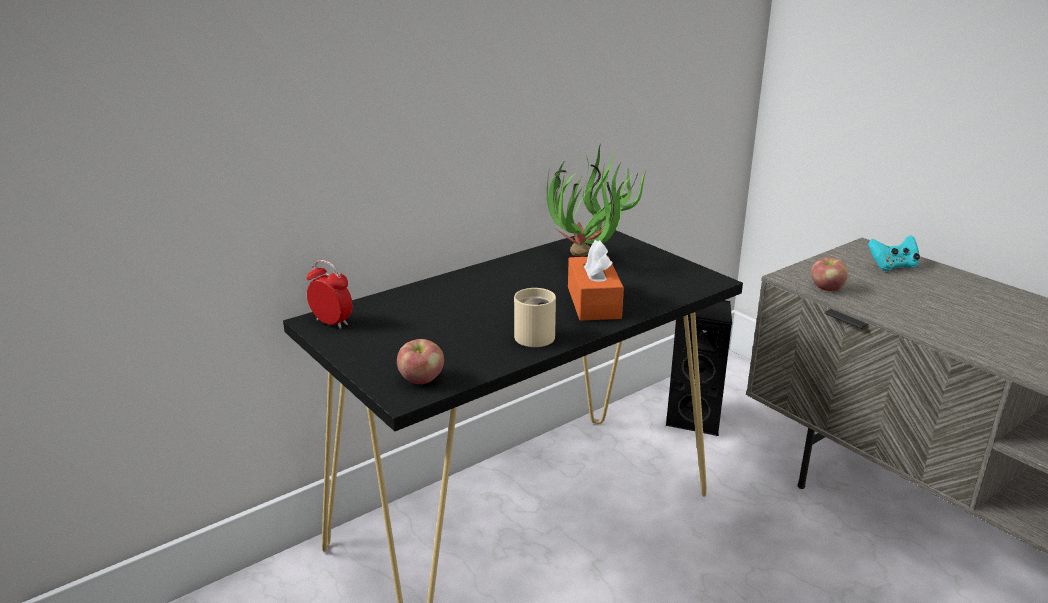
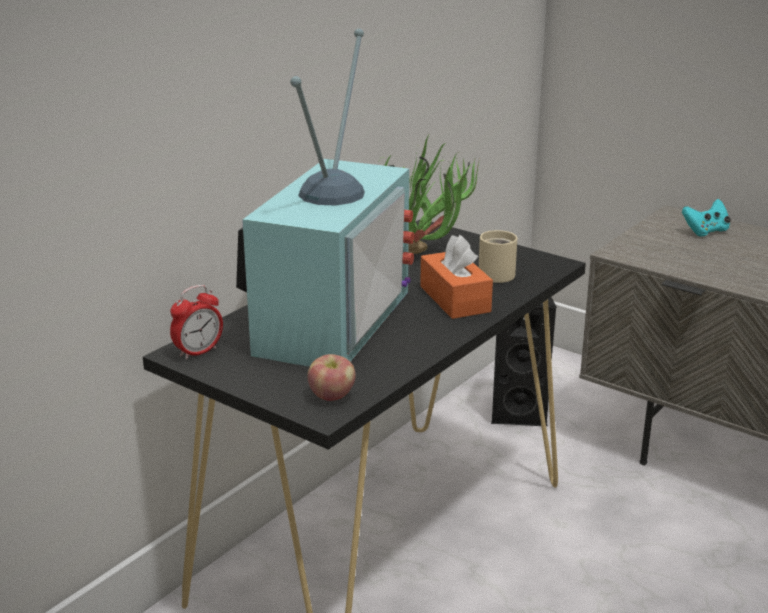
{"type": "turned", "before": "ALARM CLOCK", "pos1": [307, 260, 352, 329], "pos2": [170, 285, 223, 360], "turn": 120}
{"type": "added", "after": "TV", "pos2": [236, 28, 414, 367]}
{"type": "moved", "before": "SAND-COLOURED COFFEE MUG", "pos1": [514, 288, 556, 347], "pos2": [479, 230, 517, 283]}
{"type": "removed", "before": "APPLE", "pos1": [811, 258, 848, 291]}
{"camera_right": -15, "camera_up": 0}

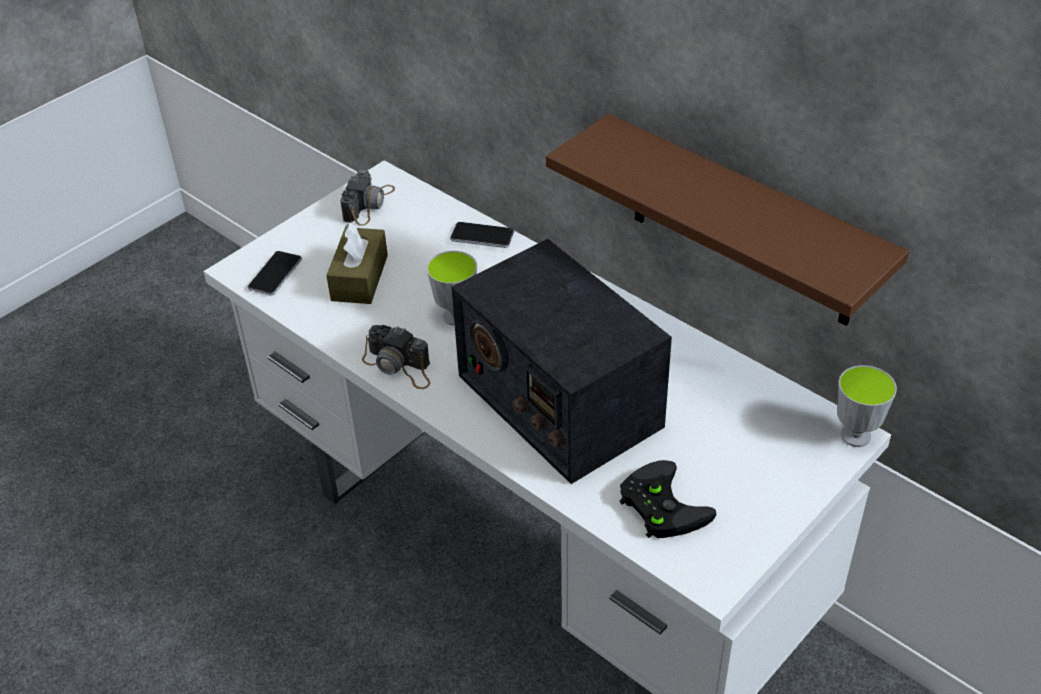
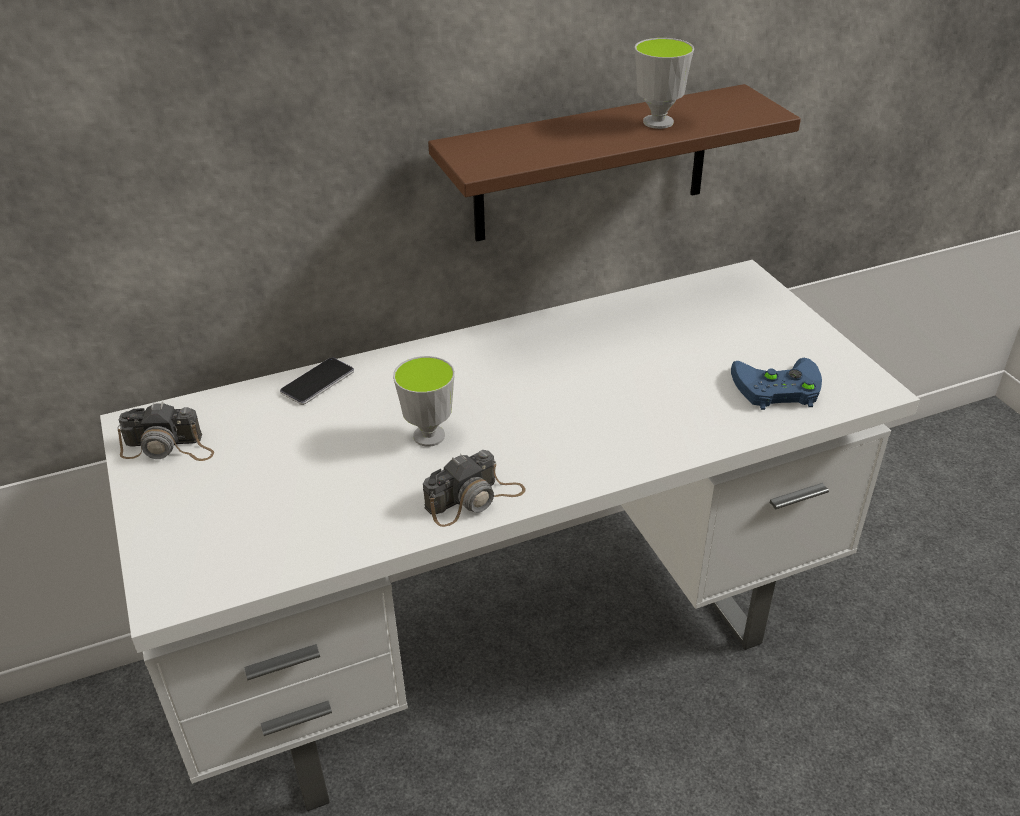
{"type": "turned", "before": "STILL CAMERA", "pos1": [340, 169, 395, 226], "pos2": [117, 402, 214, 461], "turn": 135}
{"type": "moved", "before": "DRINKING CUP", "pos1": [837, 365, 897, 447], "pos2": [635, 38, 694, 129]}
{"type": "recoloured", "before": "BLACK-COLOURED JOYPAD", "after": "BLUE-COLOURED JOYPAD", "pos1": [620, 460, 716, 538], "pos2": [731, 358, 822, 410]}
{"type": "removed", "before": "PHONE", "pos1": [247, 251, 302, 296]}
{"type": "removed", "before": "BROWN TISSUE HOLDER", "pos1": [326, 223, 388, 304]}
{"type": "removed", "before": "RADIO", "pos1": [451, 239, 672, 484]}
{"camera_right": -65, "camera_up": -5}

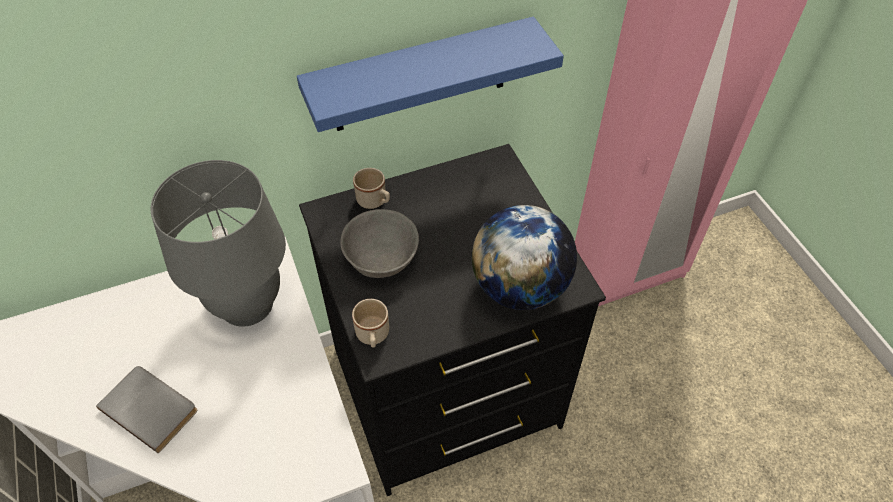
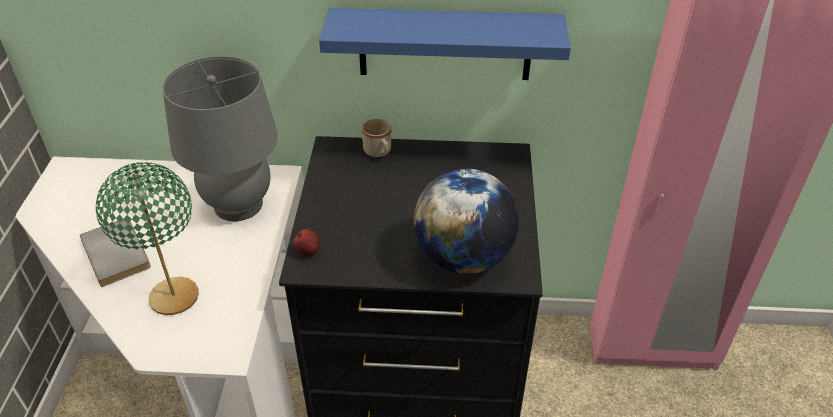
{"type": "added", "after": "GREENISH TABLE LAMP", "pos2": [96, 162, 199, 315]}
{"type": "replaced", "before": "SAND-COLOURED COFFEE MUG", "after": "APPLE", "pos1": [352, 299, 389, 348], "pos2": [293, 229, 320, 256]}
{"type": "removed", "before": "GRAY DEEP DISH", "pos1": [340, 209, 419, 278]}
{"camera_right": 25, "camera_up": -10}

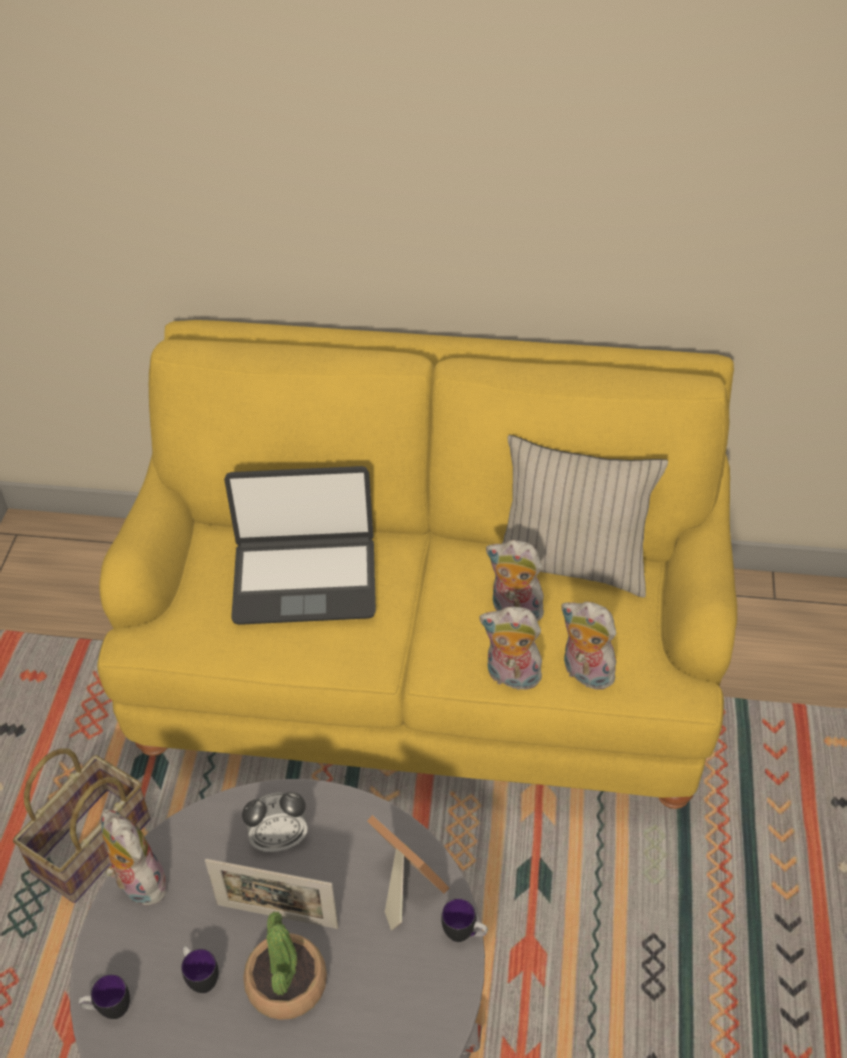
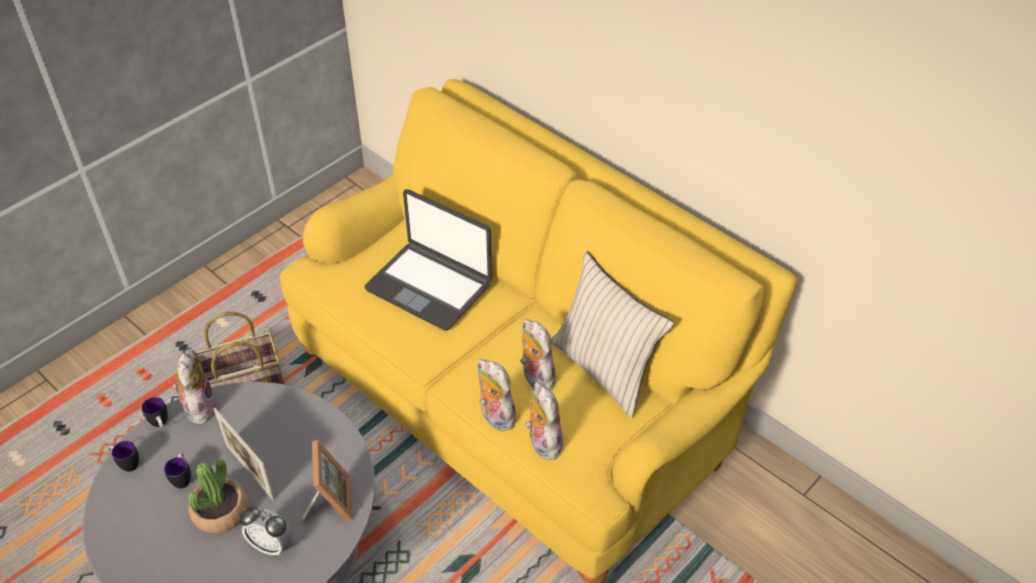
{"type": "moved", "before": "COFFEE MUG", "pos1": [441, 899, 488, 942], "pos2": [142, 397, 168, 428]}
{"type": "moved", "before": "ALARM CLOCK", "pos1": [242, 792, 308, 852], "pos2": [240, 507, 293, 556]}
{"camera_right": 35, "camera_up": 0}

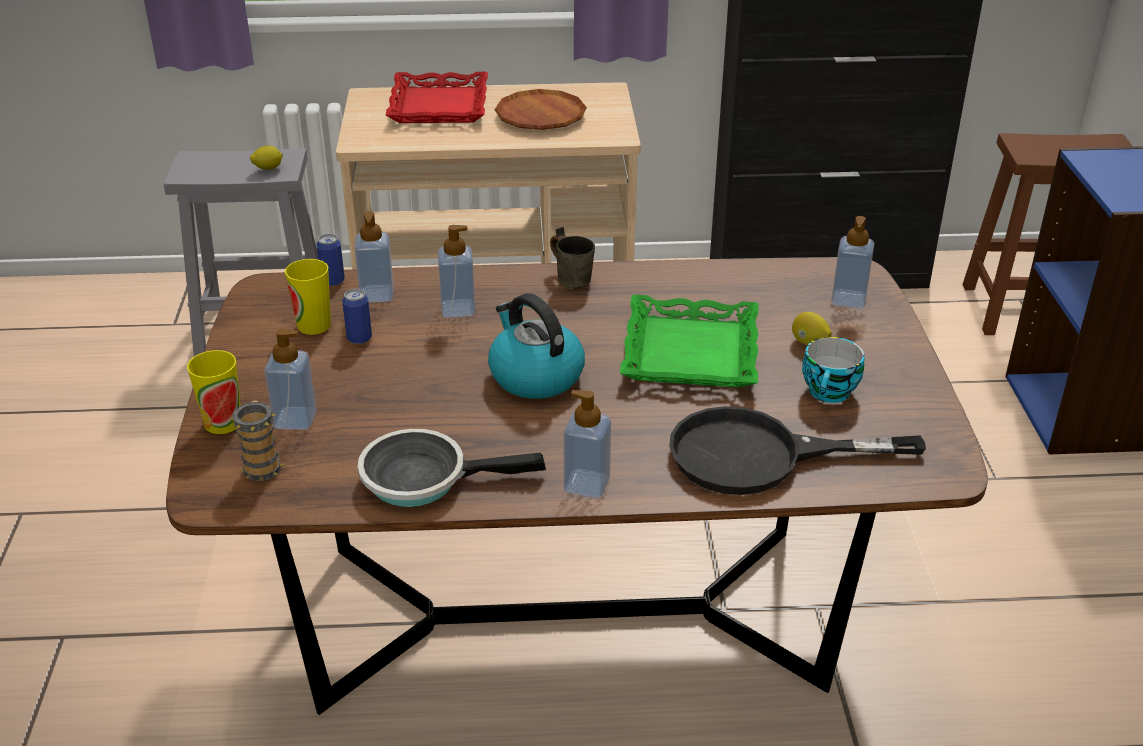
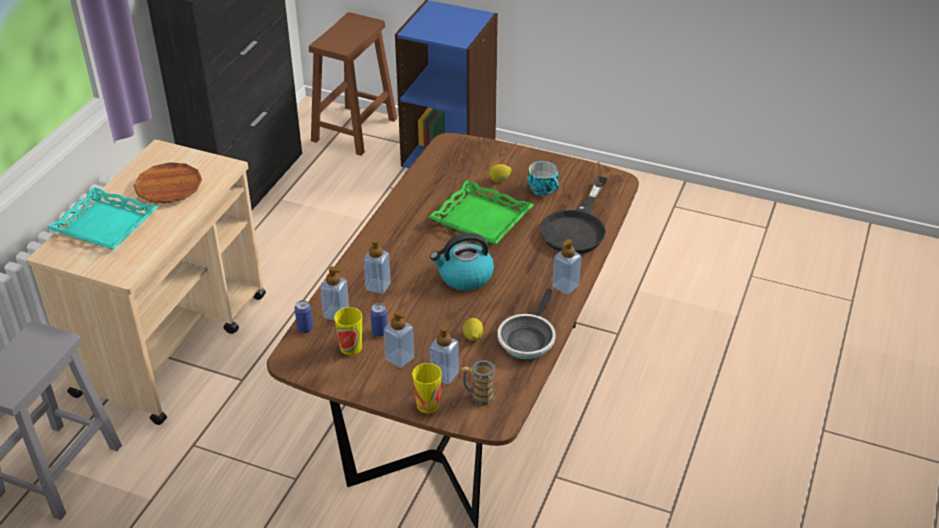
{"type": "recoloured", "before": "RED SERVING TRAY", "after": "TURQUOISE SERVING TRAY", "pos1": [386, 72, 488, 123], "pos2": [47, 187, 159, 250]}
{"type": "moved", "before": "SOAP DISPENSER", "pos1": [831, 216, 874, 309], "pos2": [384, 310, 414, 368]}
{"type": "moved", "before": "LEMON", "pos1": [250, 146, 283, 170], "pos2": [463, 318, 483, 341]}
{"type": "removed", "before": "GRAY COFFEE MUG", "pos1": [550, 227, 595, 289]}
{"camera_right": -65, "camera_up": 5}

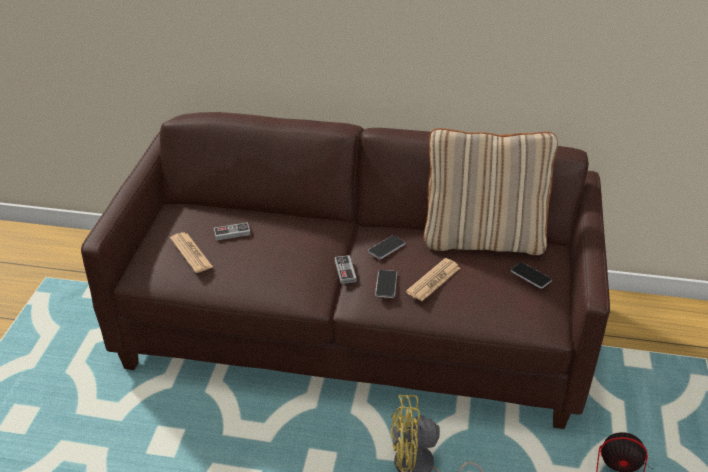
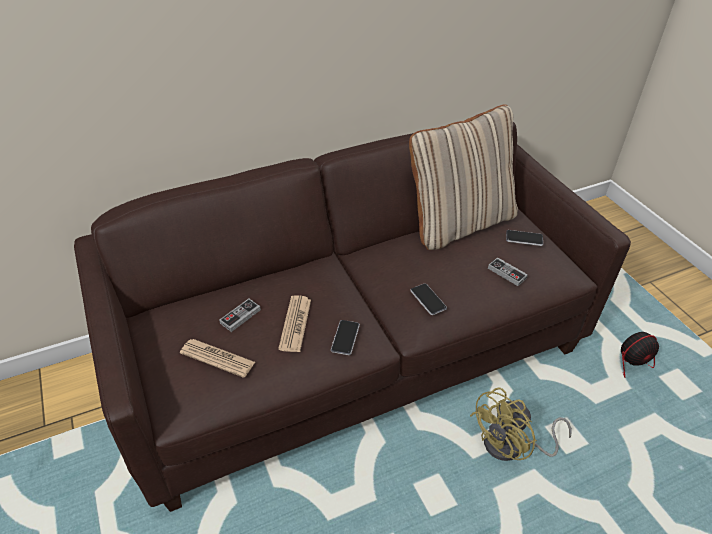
{"type": "moved", "before": "PRINTED PAPER", "pos1": [406, 258, 460, 301], "pos2": [278, 295, 311, 352]}
{"type": "moved", "before": "PHONE", "pos1": [368, 235, 405, 259], "pos2": [331, 320, 360, 355]}
{"type": "moved", "before": "JOYPAD", "pos1": [335, 255, 356, 284], "pos2": [488, 257, 528, 286]}
{"camera_right": -35, "camera_up": 5}

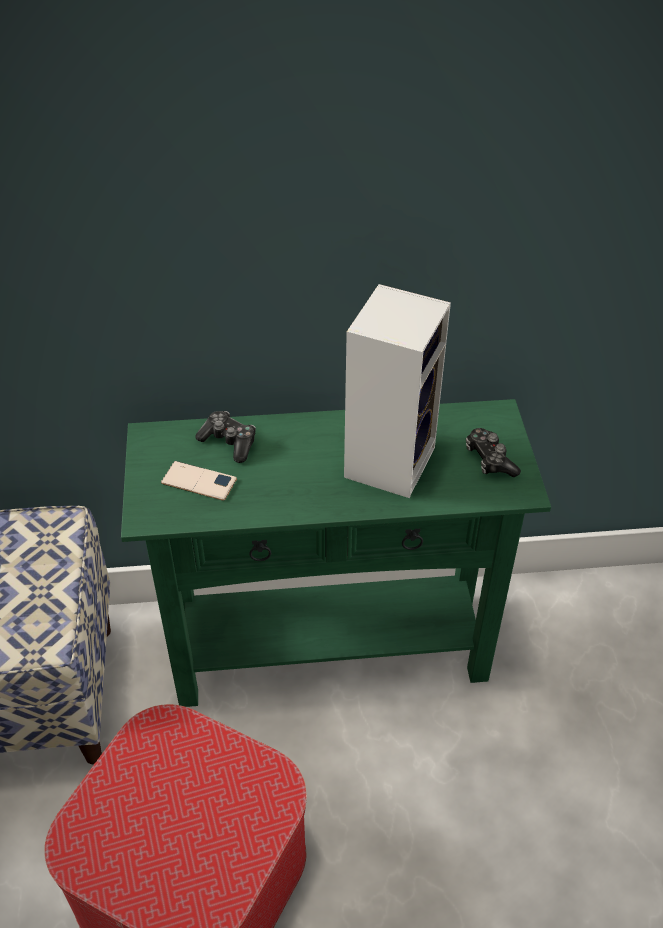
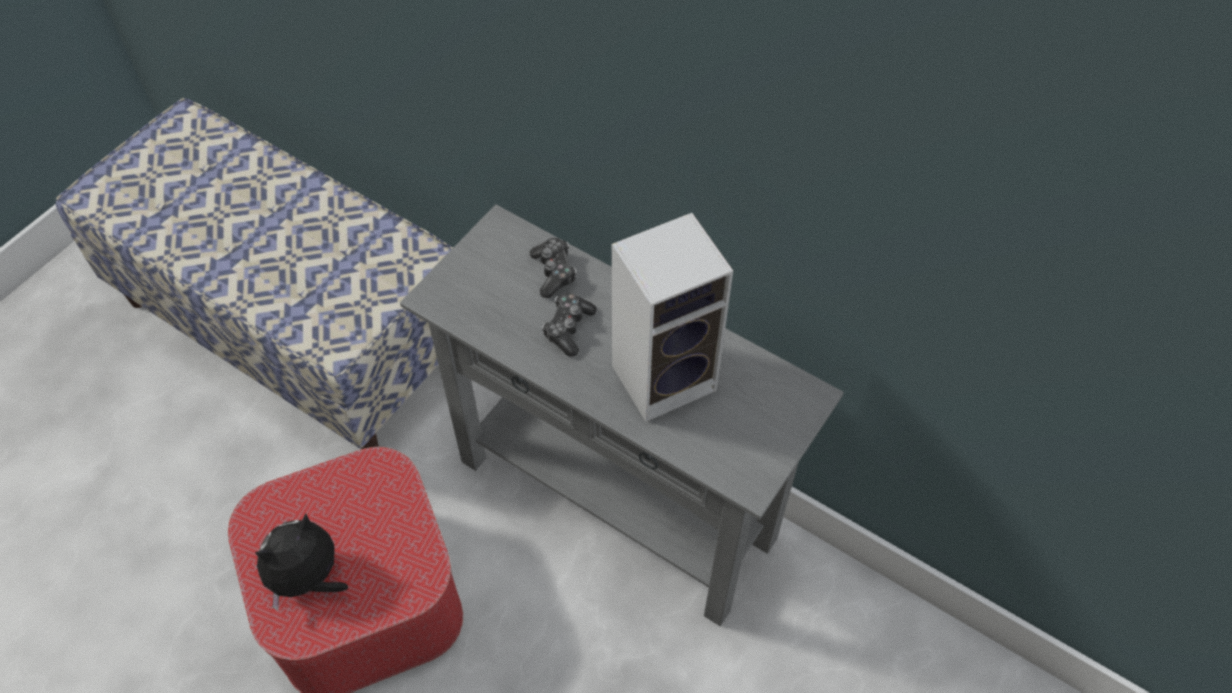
{"type": "added", "after": "SOFT TOY", "pos2": [255, 514, 348, 611]}
{"type": "recoloured", "before": "GREENISH CONSOLE TABLE", "after": "GRAY CONSOLE TABLE", "pos1": [121, 399, 551, 707], "pos2": [400, 204, 844, 626]}
{"type": "moved", "before": "JOYPAD", "pos1": [466, 428, 521, 477], "pos2": [542, 293, 597, 356]}
{"type": "removed", "before": "PHONE", "pos1": [161, 461, 237, 501]}
{"camera_right": 40, "camera_up": 10}

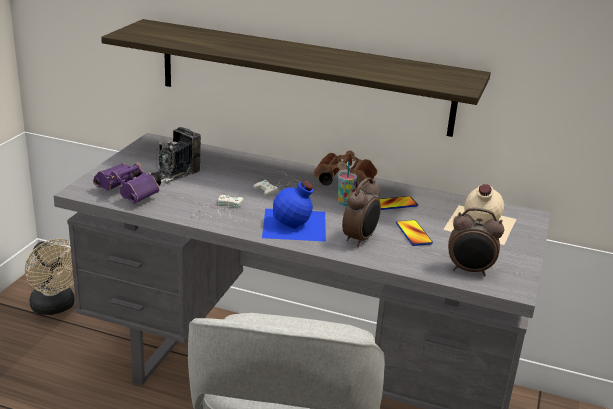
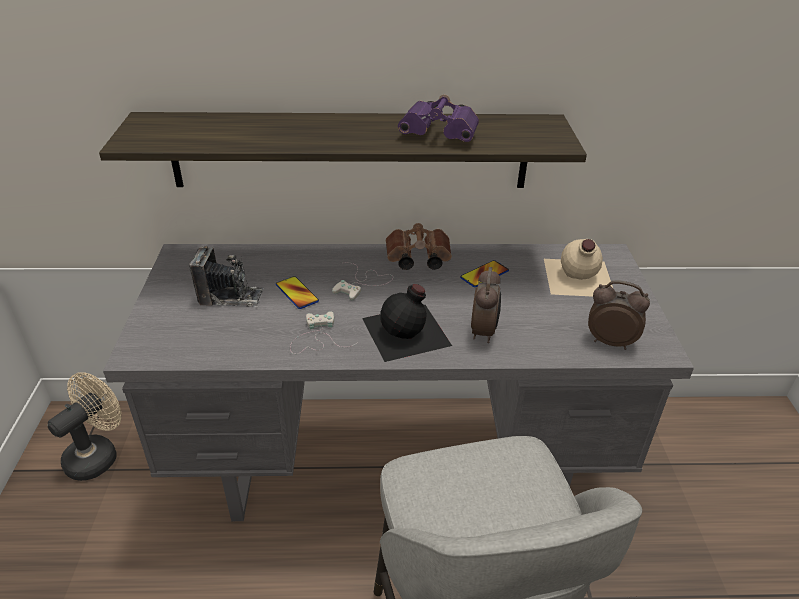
{"type": "turned", "before": "SAND-COLOURED FAN", "pos1": [25, 239, 75, 315], "pos2": [48, 372, 122, 481], "turn": -90}
{"type": "turned", "before": "STILL CAMERA", "pos1": [149, 127, 201, 185], "pos2": [189, 246, 264, 307], "turn": -105}
{"type": "moved", "before": "PHONE", "pos1": [396, 220, 433, 246], "pos2": [276, 276, 319, 309]}
{"type": "recoloured", "before": "BLUE-COLOURED BOTTLE", "after": "BLACK-COLOURED BOTTLE", "pos1": [262, 181, 326, 242], "pos2": [362, 284, 452, 362]}
{"type": "moved", "before": "PURPLE-COLOURED PAIR OF BINOCULARS", "pos1": [93, 162, 161, 203], "pos2": [398, 95, 479, 142]}
{"type": "turned", "before": "ALARM CLOCK", "pos1": [448, 208, 504, 276], "pos2": [588, 280, 650, 350], "turn": -150}
{"type": "removed", "before": "DRINKING CUP", "pos1": [338, 162, 357, 206]}
{"camera_right": -20, "camera_up": 10}

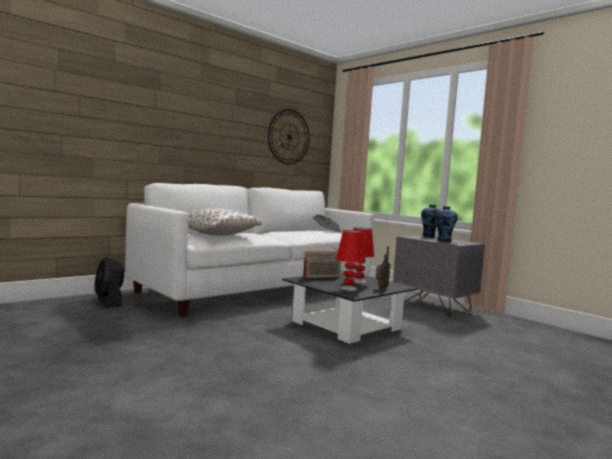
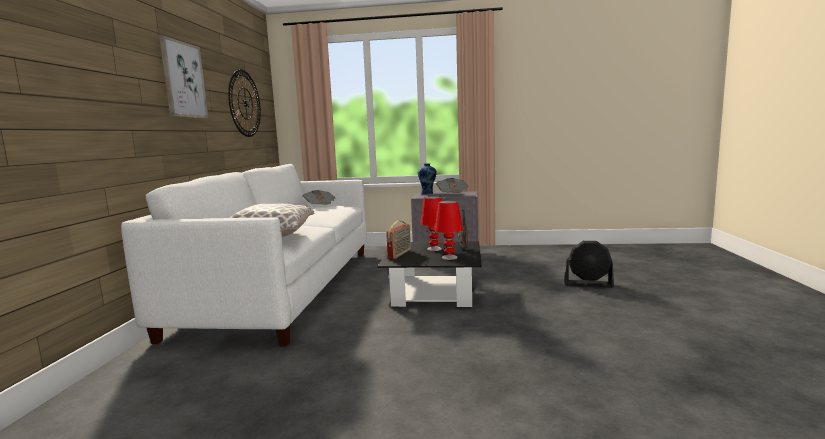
{"type": "added", "after": "PICTURE", "pos2": [159, 36, 208, 118]}
{"type": "replaced", "before": "FLOWER VASE", "after": "PRINTED PAPER", "pos1": [435, 206, 458, 242], "pos2": [435, 178, 468, 193]}
{"type": "moved", "before": "BLACK-COLOURED FAN", "pos1": [94, 257, 124, 308], "pos2": [564, 241, 614, 288]}
{"camera_right": -40, "camera_up": 5}

